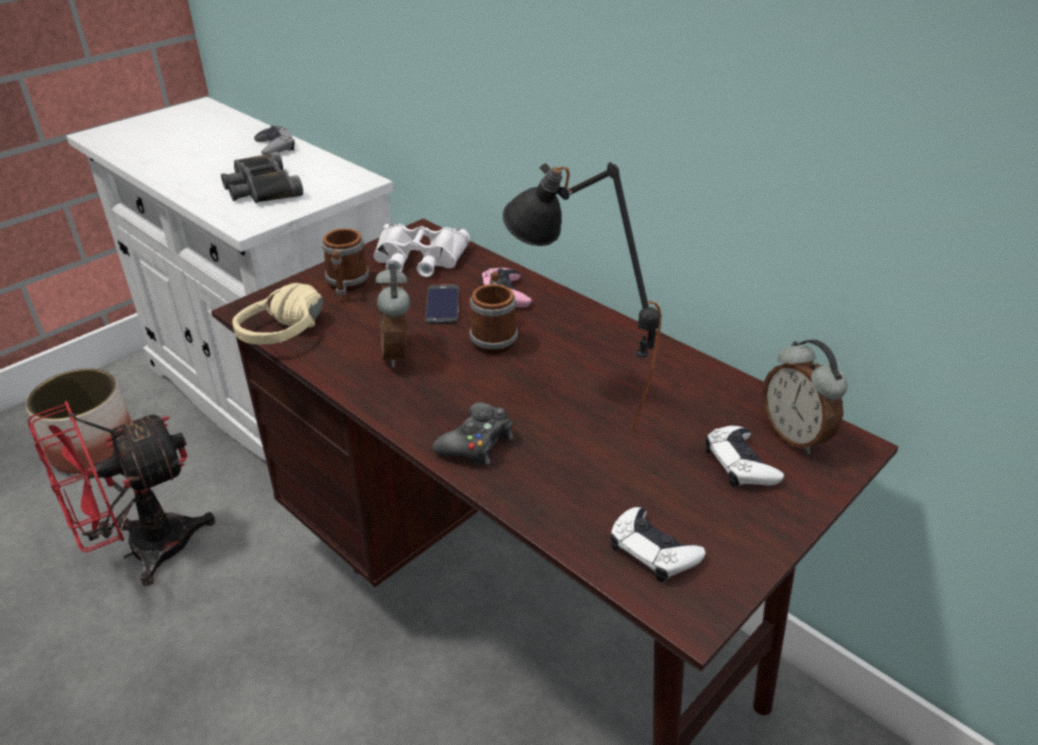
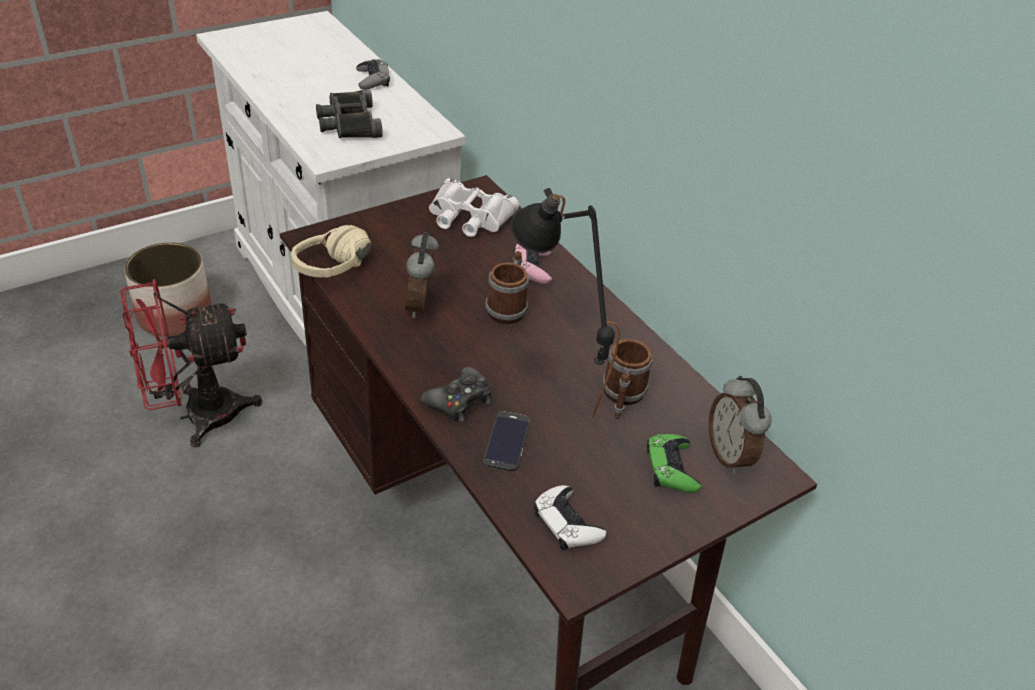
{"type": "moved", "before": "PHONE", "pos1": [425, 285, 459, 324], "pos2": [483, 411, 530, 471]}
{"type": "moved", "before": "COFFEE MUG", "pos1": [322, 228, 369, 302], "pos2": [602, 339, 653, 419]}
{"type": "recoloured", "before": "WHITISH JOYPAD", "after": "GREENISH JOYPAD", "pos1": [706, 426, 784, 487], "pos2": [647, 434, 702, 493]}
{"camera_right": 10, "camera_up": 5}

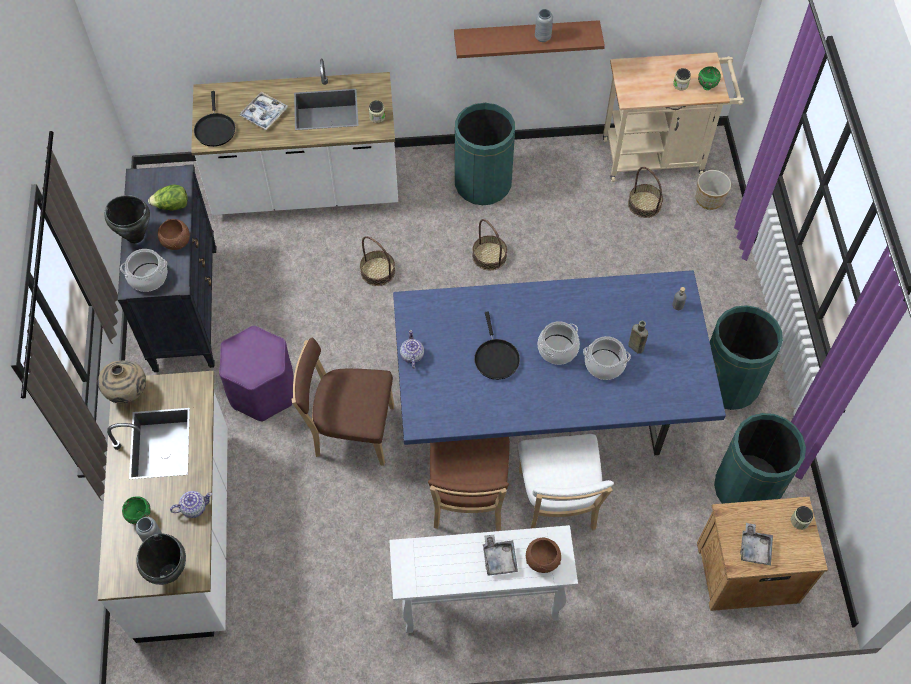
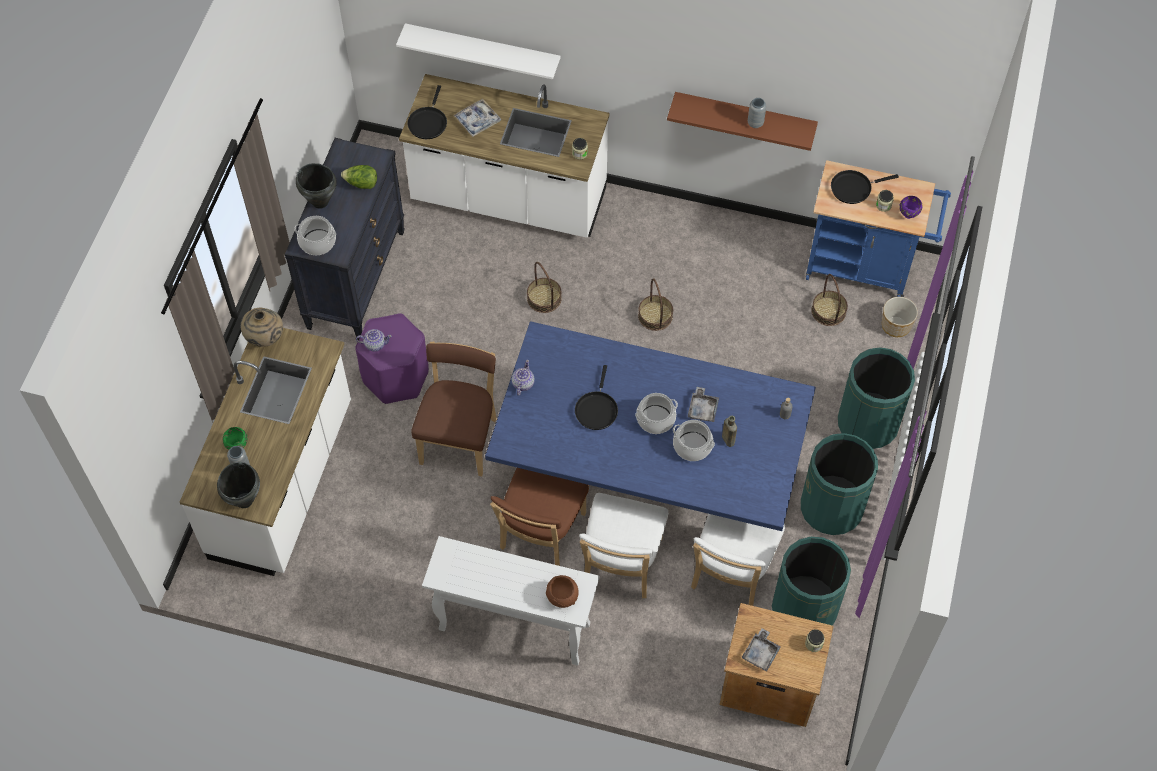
{"type": "moved", "before": "TEA POT", "pos1": [170, 491, 212, 518], "pos2": [356, 329, 392, 351]}
{"type": "added", "after": "WHITISH BRACKET SHELF", "pos2": [396, 23, 560, 79]}
{"type": "turned", "before": "BROWN UPRIGHT CHAIR", "pos1": [292, 337, 394, 466], "pos2": [411, 341, 497, 476], "turn": 75}
{"type": "moved", "before": "GRAY SERVING TRAY", "pos1": [483, 535, 518, 576], "pos2": [688, 387, 719, 422]}
{"type": "added", "after": "WHITISH UPRIGHT CHAIR", "pos2": [691, 514, 785, 606]}
{"type": "recoloured", "before": "SAND-COLOURED CART", "after": "BLUE-COLOURED CART", "pos1": [603, 52, 744, 182], "pos2": [806, 160, 951, 297]}
{"type": "added", "after": "BLACK-COLOURED PAN", "pos2": [831, 170, 899, 204]}
{"type": "moved", "before": "GREENISH TRASH CAN", "pos1": [455, 103, 515, 205], "pos2": [838, 347, 915, 449]}
{"type": "recoloured", "before": "GREENISH DEEP DISH", "after": "PURPLE-COLOURED DEEP DISH", "pos1": [698, 66, 721, 90], "pos2": [899, 196, 922, 219]}
{"type": "removed", "before": "BROWN DEEP DISH", "pos1": [158, 219, 190, 250]}
{"camera_right": 20, "camera_up": 0}

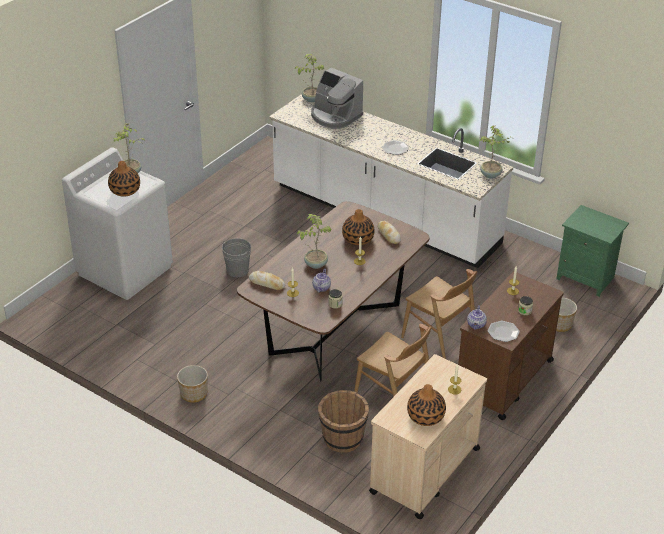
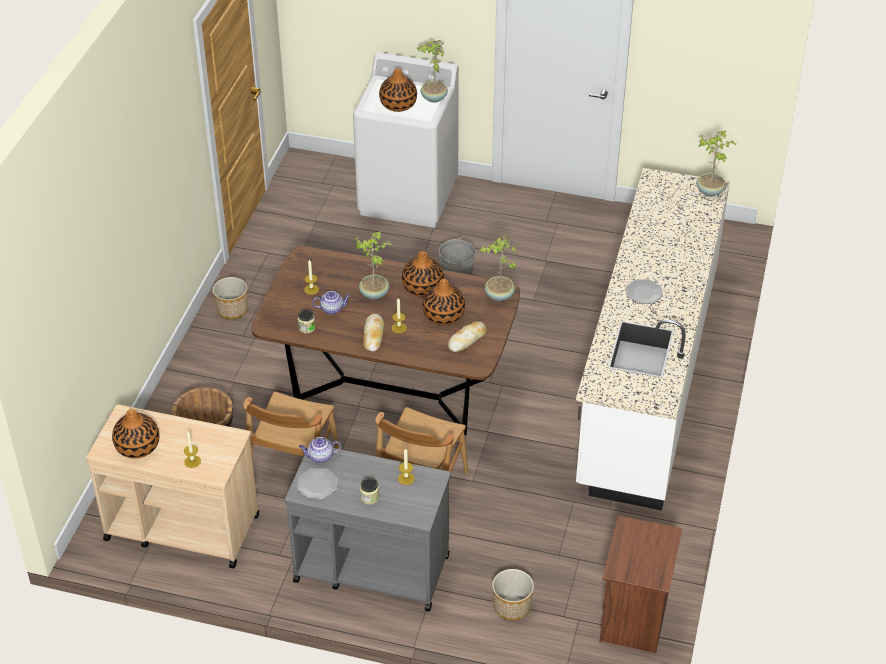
{"type": "recoloured", "before": "BROWN CART", "after": "GRAY CART", "pos1": [458, 272, 564, 420], "pos2": [285, 448, 451, 612]}
{"type": "moved", "before": "BAKERY BREAD", "pos1": [249, 271, 285, 290], "pos2": [363, 314, 384, 351]}
{"type": "added", "after": "FLOWER VASE", "pos2": [402, 251, 444, 297]}
{"type": "moved", "before": "POTTED PLANT", "pos1": [480, 125, 512, 179], "pos2": [480, 235, 516, 301]}
{"type": "recoloured", "before": "GREENISH BEDSIDE TABLE", "after": "BROWN BEDSIDE TABLE", "pos1": [556, 205, 629, 297], "pos2": [599, 515, 682, 653]}
{"type": "removed", "before": "COFFEE BREWER", "pos1": [311, 67, 363, 129]}
{"camera_right": 70, "camera_up": 5}

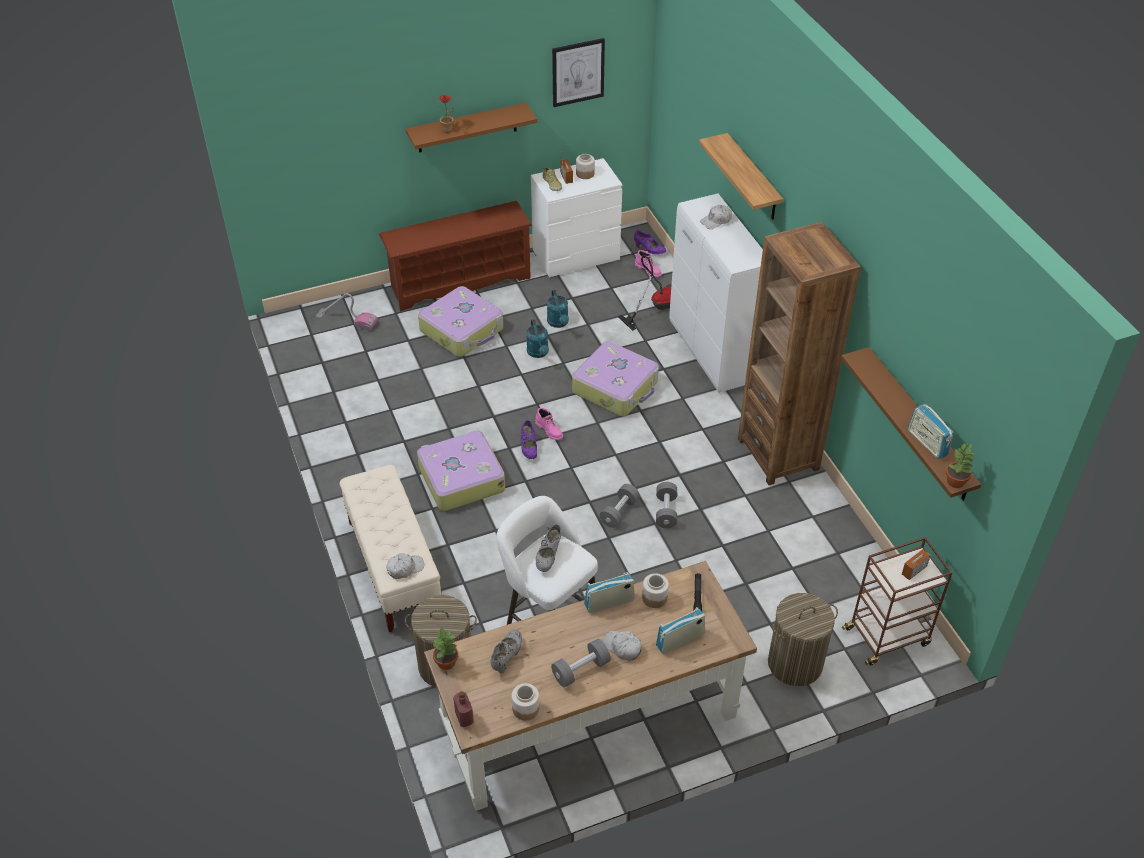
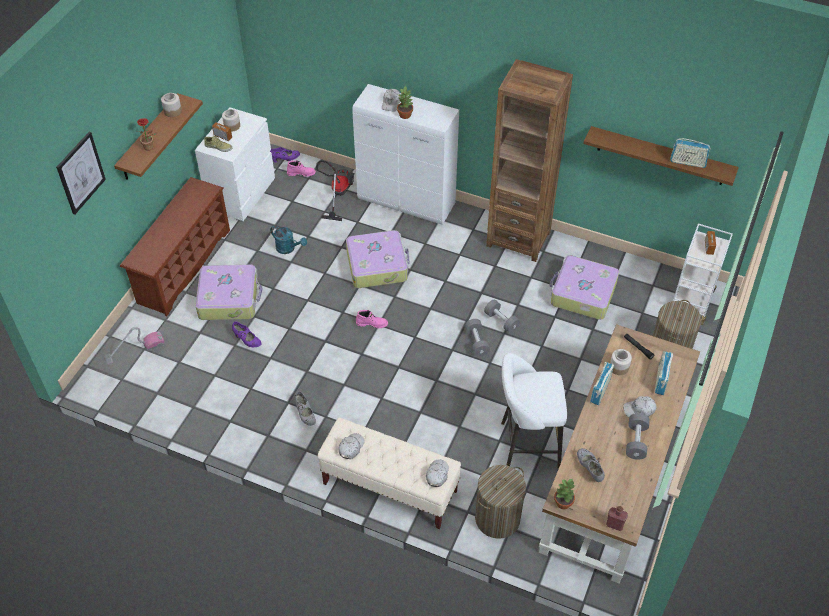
{"type": "moved", "before": "PICTURE", "pos1": [552, 38, 605, 107], "pos2": [56, 132, 106, 215]}
{"type": "moved", "before": "JAR", "pos1": [511, 683, 540, 721], "pos2": [161, 93, 182, 117]}
{"type": "moved", "before": "PURPLE-COLOURED SHOE", "pos1": [521, 420, 537, 459], "pos2": [232, 321, 261, 347]}
{"type": "moved", "before": "GRAY SHOE", "pos1": [536, 524, 561, 572], "pos2": [294, 391, 316, 426]}
{"type": "added", "after": "WHITISH BASEBALL CAP", "pos2": [339, 433, 365, 459]}
{"type": "moved", "before": "POTTED PLANT", "pos1": [946, 443, 975, 488], "pos2": [397, 86, 413, 119]}
{"type": "moved", "before": "SUITCASE", "pos1": [417, 430, 505, 511], "pos2": [549, 255, 619, 320]}
{"type": "recoloured", "before": "BROWN CART", "after": "WHITISH CART", "pos1": [842, 537, 952, 665], "pos2": [673, 224, 733, 325]}
{"type": "removed", "before": "TURQUOISE SPRINKLING CAN", "pos1": [526, 319, 549, 358]}
{"type": "removed", "before": "BRACKET SHELF", "pos1": [699, 133, 783, 219]}
{"camera_right": -45, "camera_up": 5}

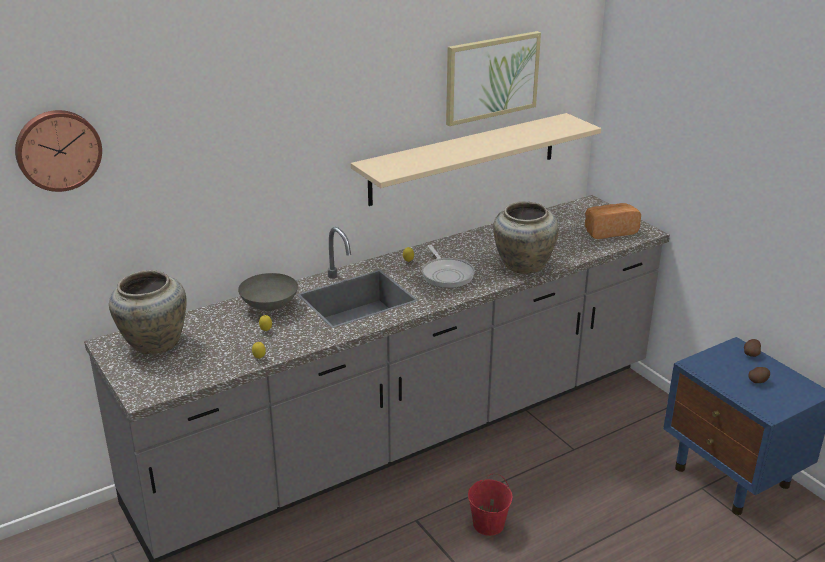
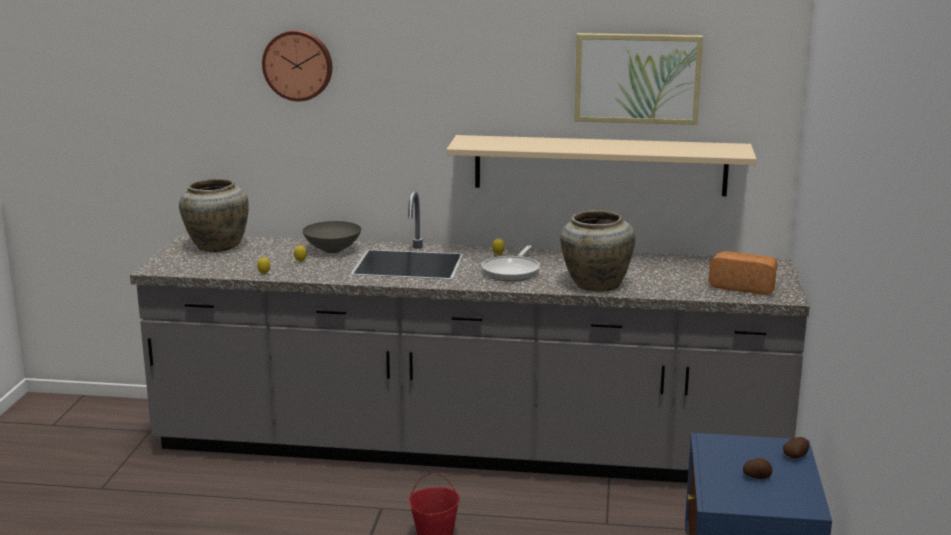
{"type": "moved", "before": "WALL CLOCK", "pos1": [15, 110, 102, 192], "pos2": [262, 30, 332, 101]}
{"camera_right": 40, "camera_up": -10}

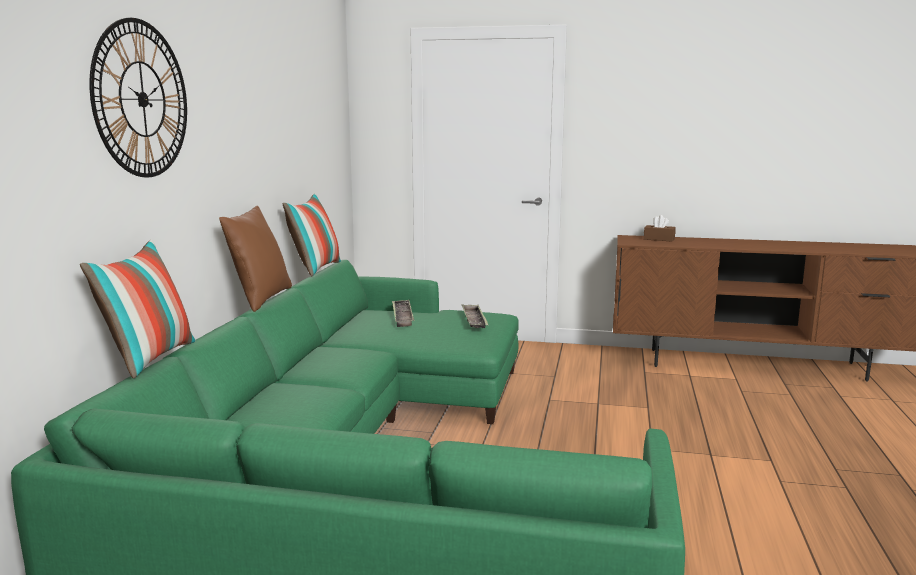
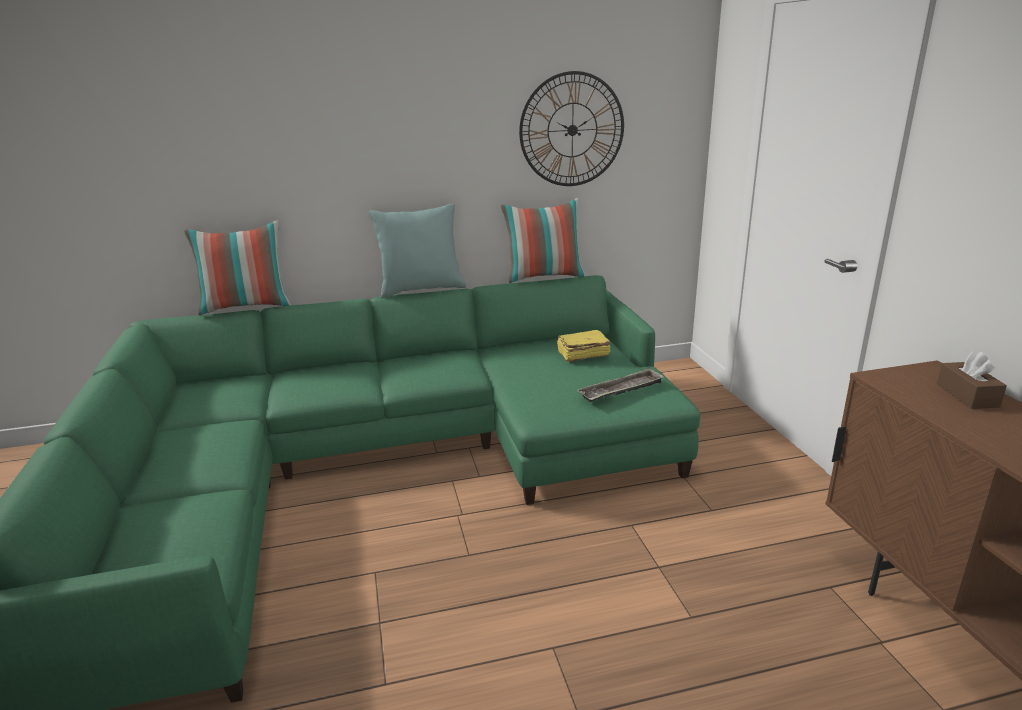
{"type": "recoloured", "before": "BROWN CUSHION", "after": "TURQUOISE CUSHION", "pos1": [219, 206, 292, 312], "pos2": [369, 204, 467, 298]}
{"type": "moved", "before": "WALL CLOCK", "pos1": [89, 18, 187, 177], "pos2": [519, 71, 624, 186]}
{"type": "replaced", "before": "SERVING TRAY", "after": "YELLOW-COLOURED BOOK", "pos1": [392, 300, 414, 327], "pos2": [557, 330, 611, 362]}
{"camera_right": 65, "camera_up": 10}

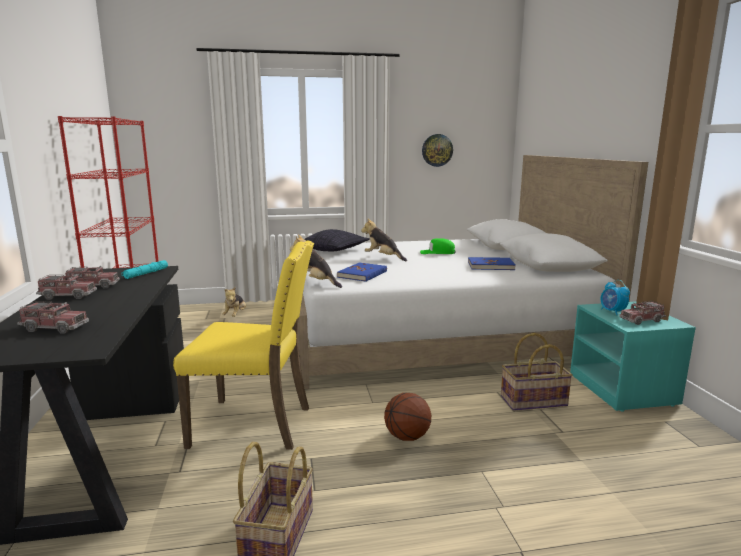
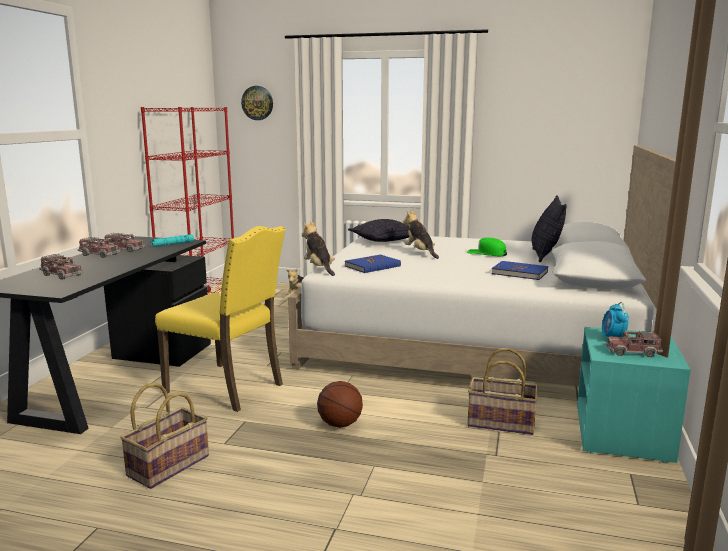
{"type": "moved", "before": "WALL CLOCK", "pos1": [422, 134, 453, 167], "pos2": [241, 86, 273, 120]}
{"type": "added", "after": "CUSHION", "pos2": [532, 195, 567, 262]}
{"camera_right": 25, "camera_up": 0}

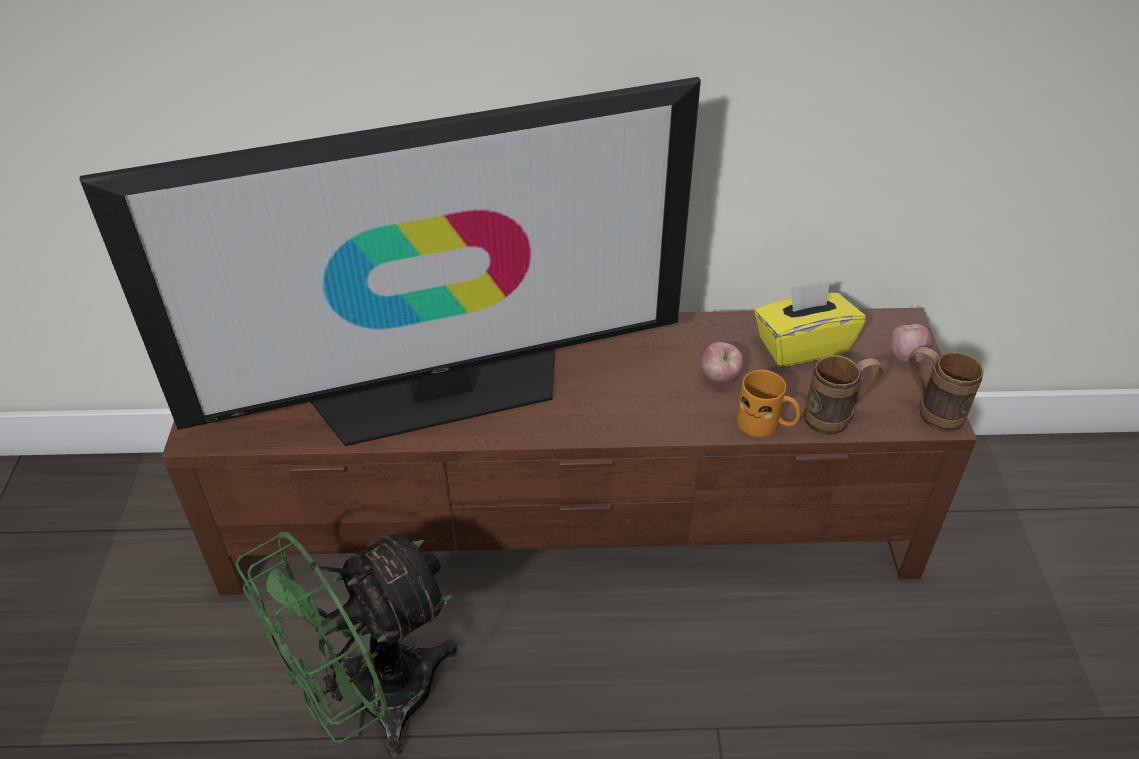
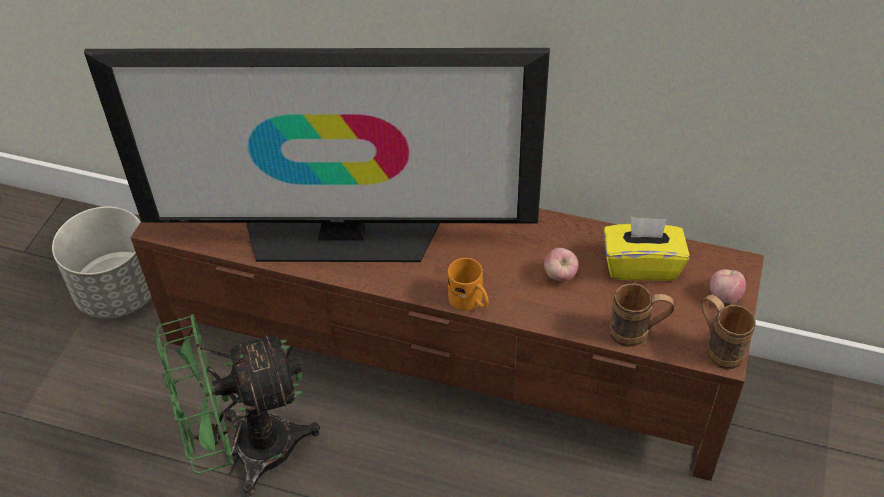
{"type": "added", "after": "GRAY PLANT POT", "pos2": [52, 206, 152, 319]}
{"type": "moved", "before": "ORANGE COFFEE MUG", "pos1": [737, 370, 801, 437], "pos2": [448, 258, 488, 311]}
{"camera_right": 20, "camera_up": 5}

